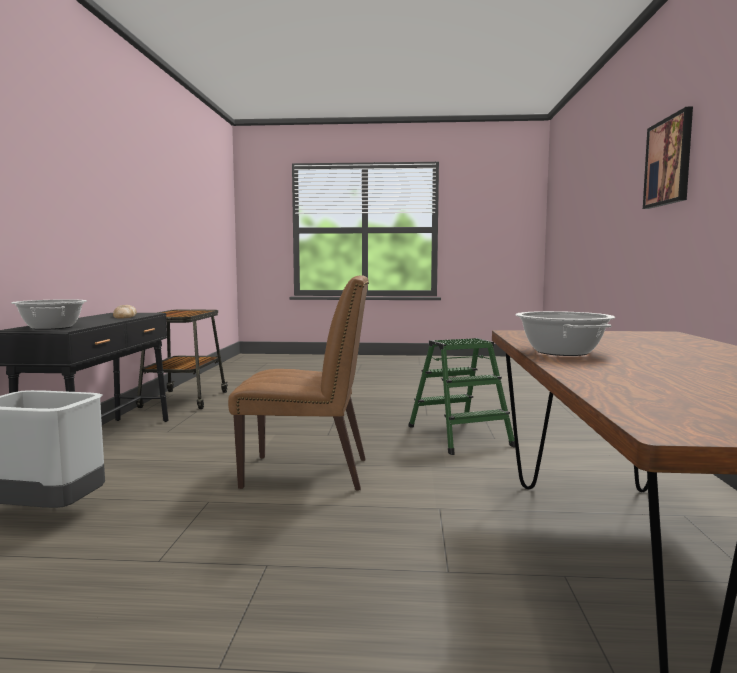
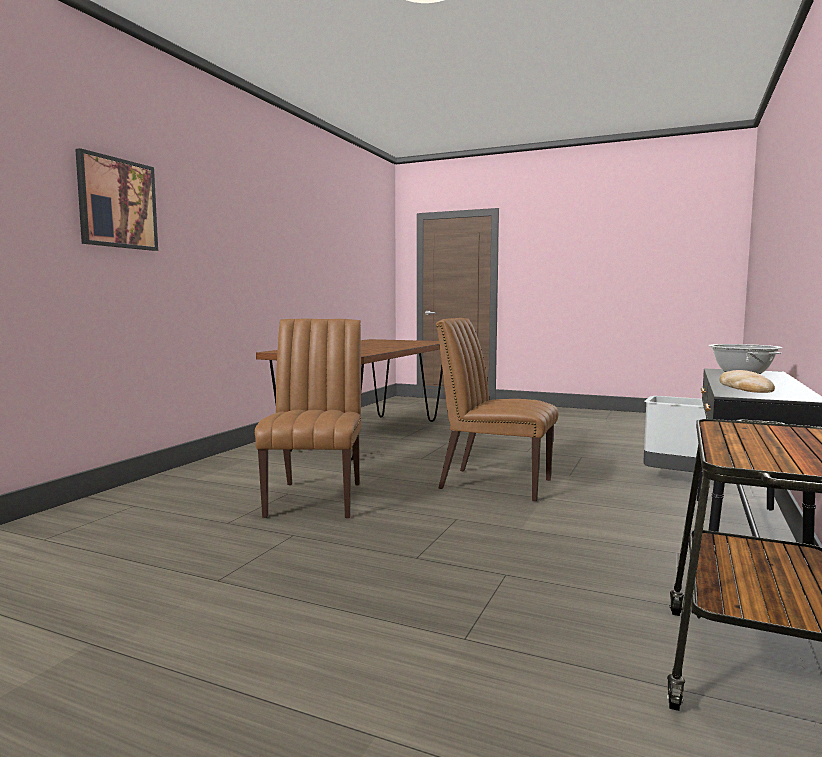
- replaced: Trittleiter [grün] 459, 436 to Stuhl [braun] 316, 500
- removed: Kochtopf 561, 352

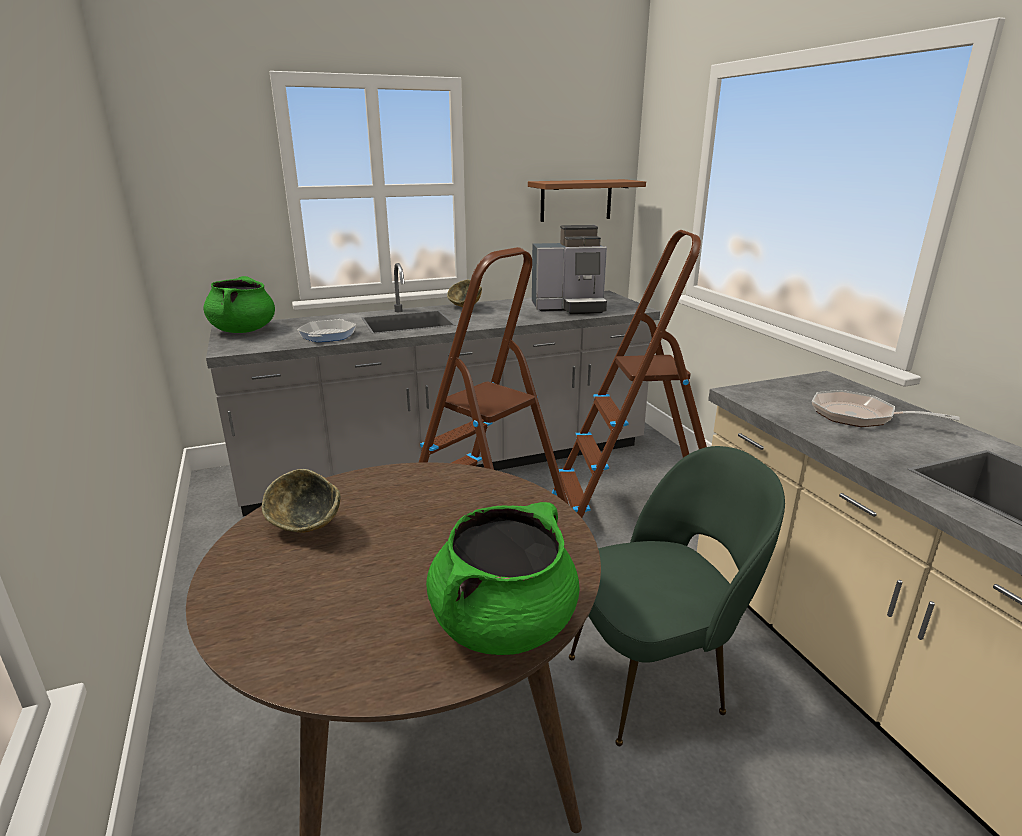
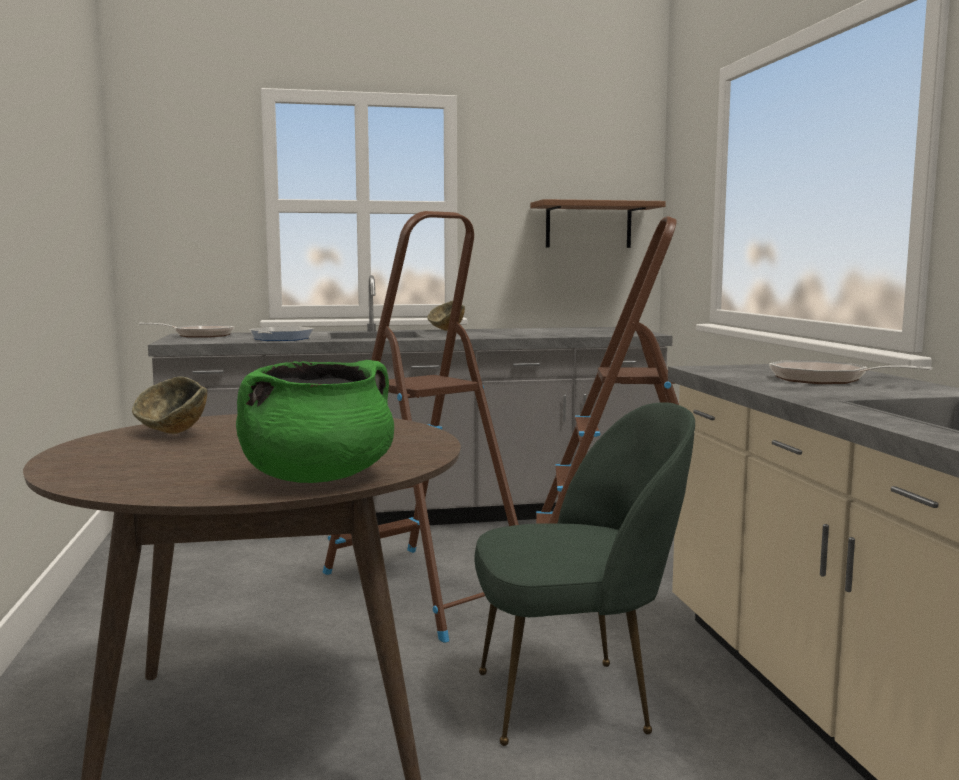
- replaced: Kochtopf [grün] 243, 330 to Pfanne 199, 335
- removed: Kaffeemaschine 570, 308

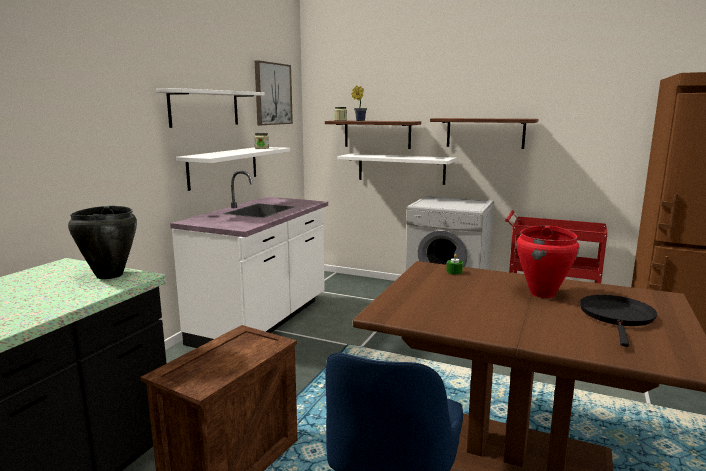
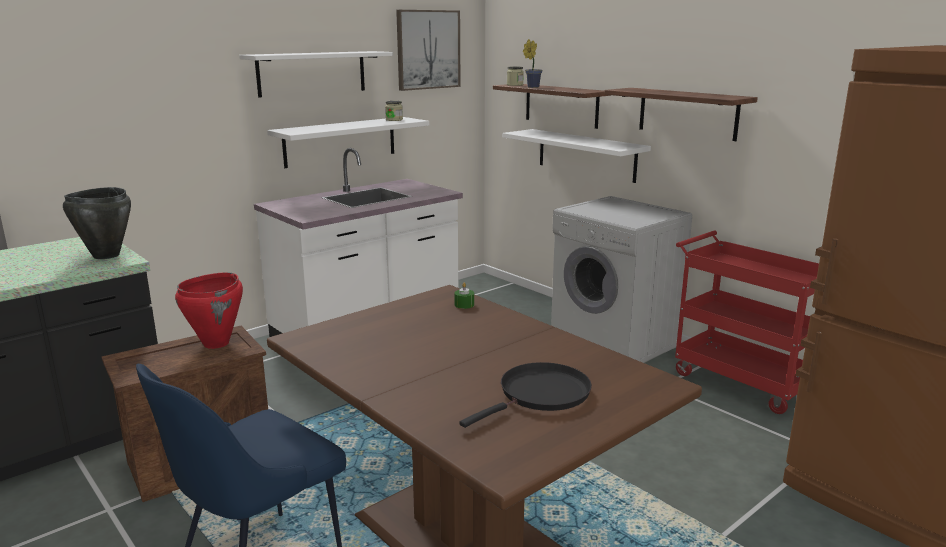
- moved: Kochtopf [rot] 543, 293 to 217, 343

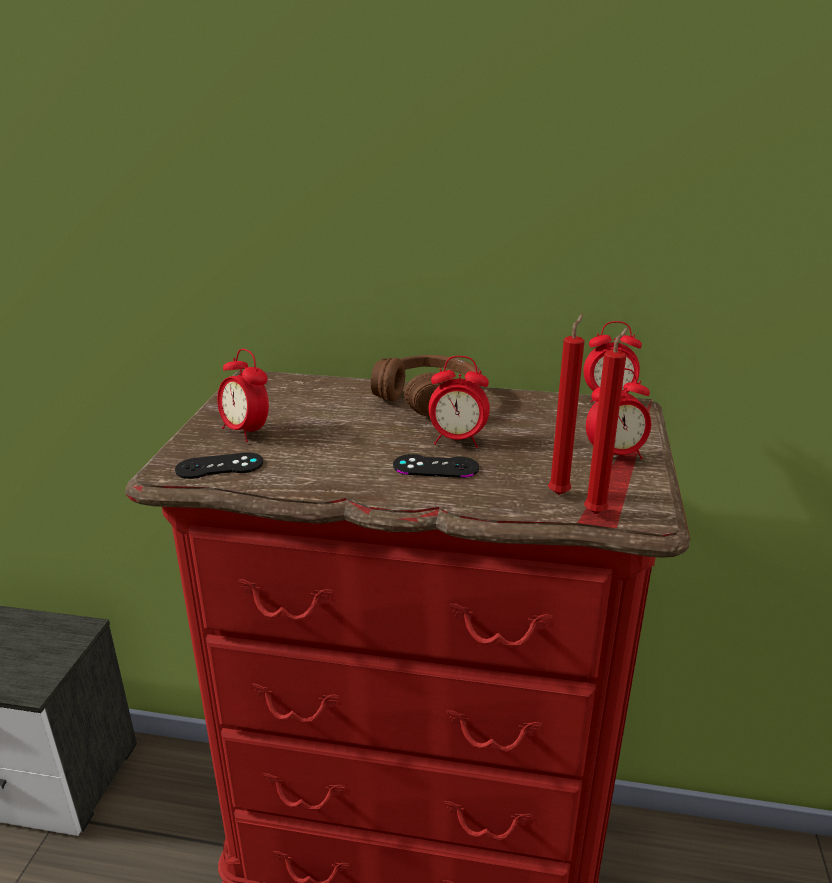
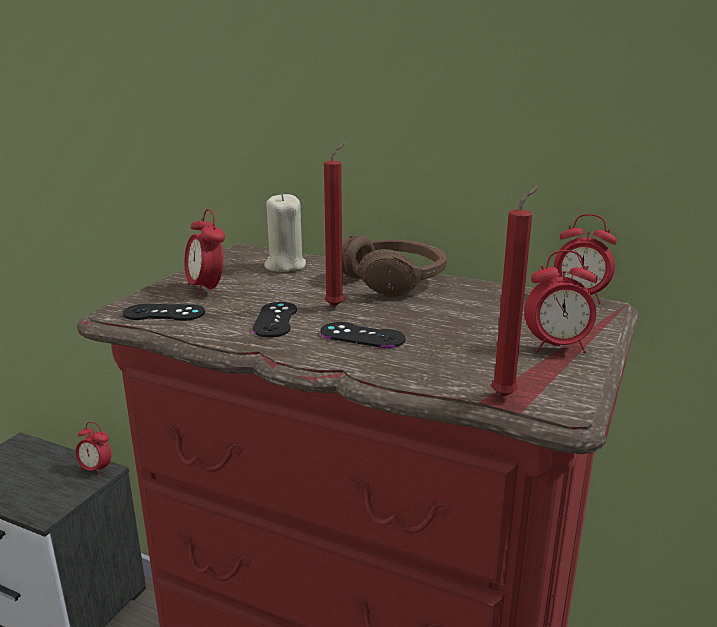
- moved: Wecker 457, 441 to 96, 469
- moved: Kerze [rot] 560, 493 to 337, 306
- added: Gamepad [schwarz] 275, 320
- added: Kerze [beige] 285, 265

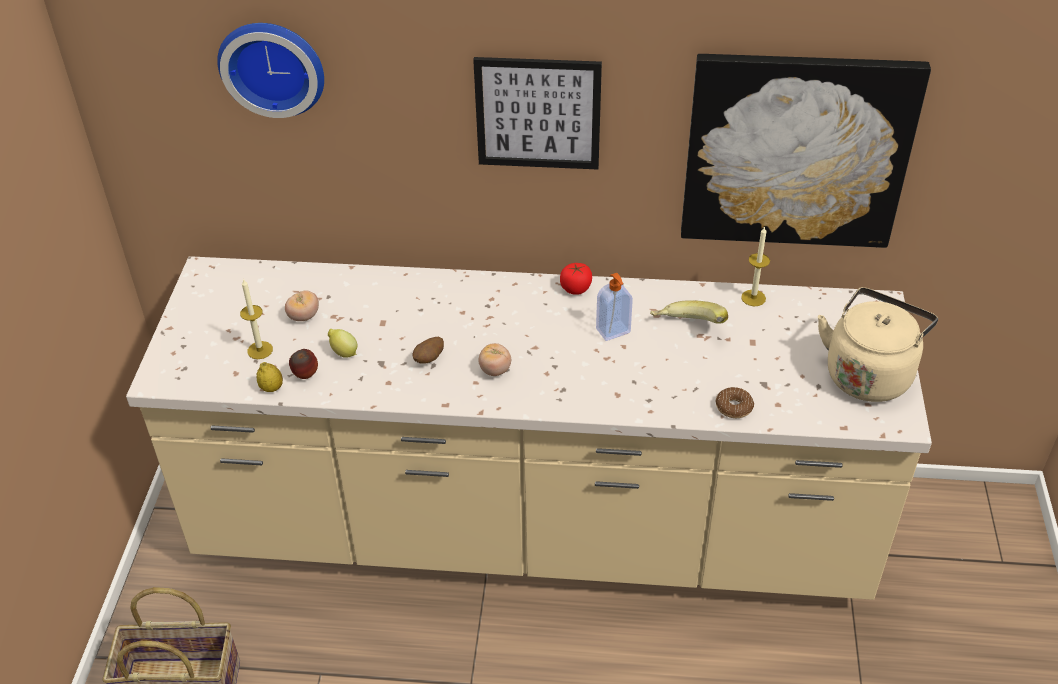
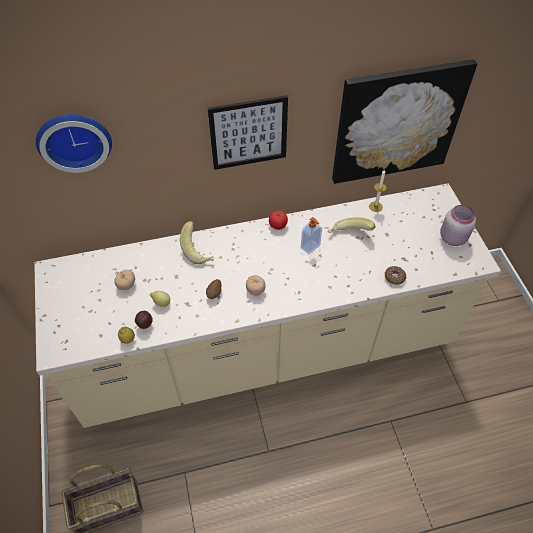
- removed: Kerze 260, 350
- replaced: Wasserkessel [beige] 869, 373 to Vorratsglas [rosa] 453, 237
- added: Banane 199, 251

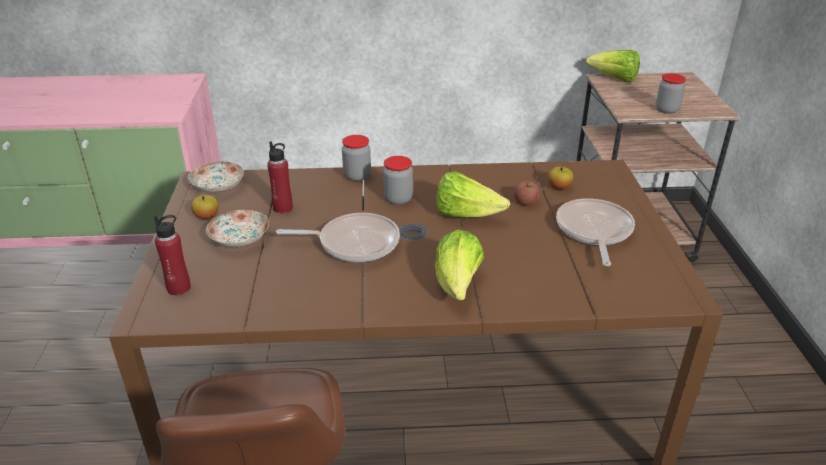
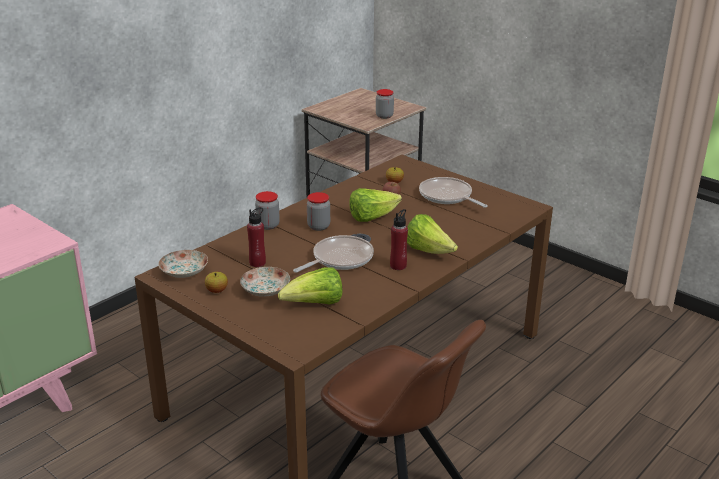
- moved: Flasche [rot] 179, 288 to 398, 266
- moved: Salatkopf 614, 79 to 315, 304

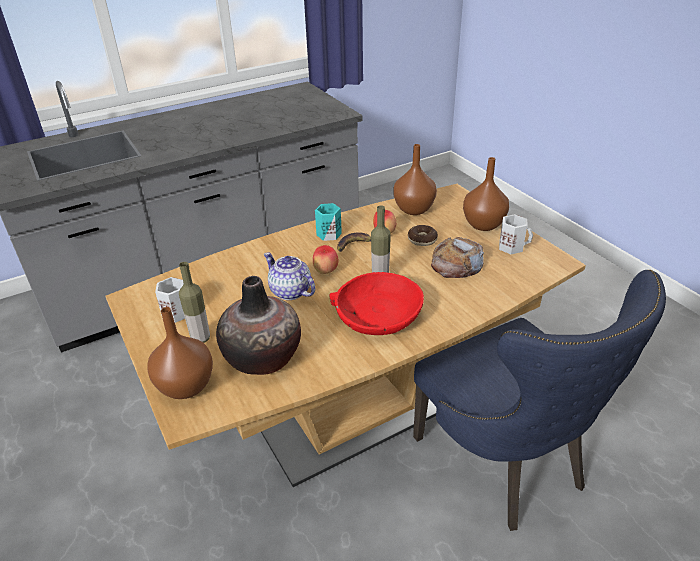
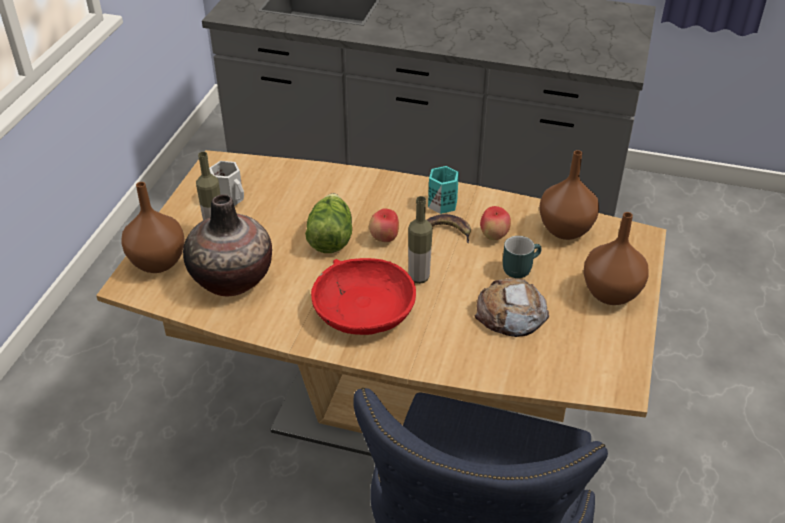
- replaced: Teekanne 289, 291 to Salatkopf 330, 237
- replaced: Donut 422, 240 to Henkelbecher [türkis] 519, 267
- removed: Henkelbecher [weiß] 512, 246

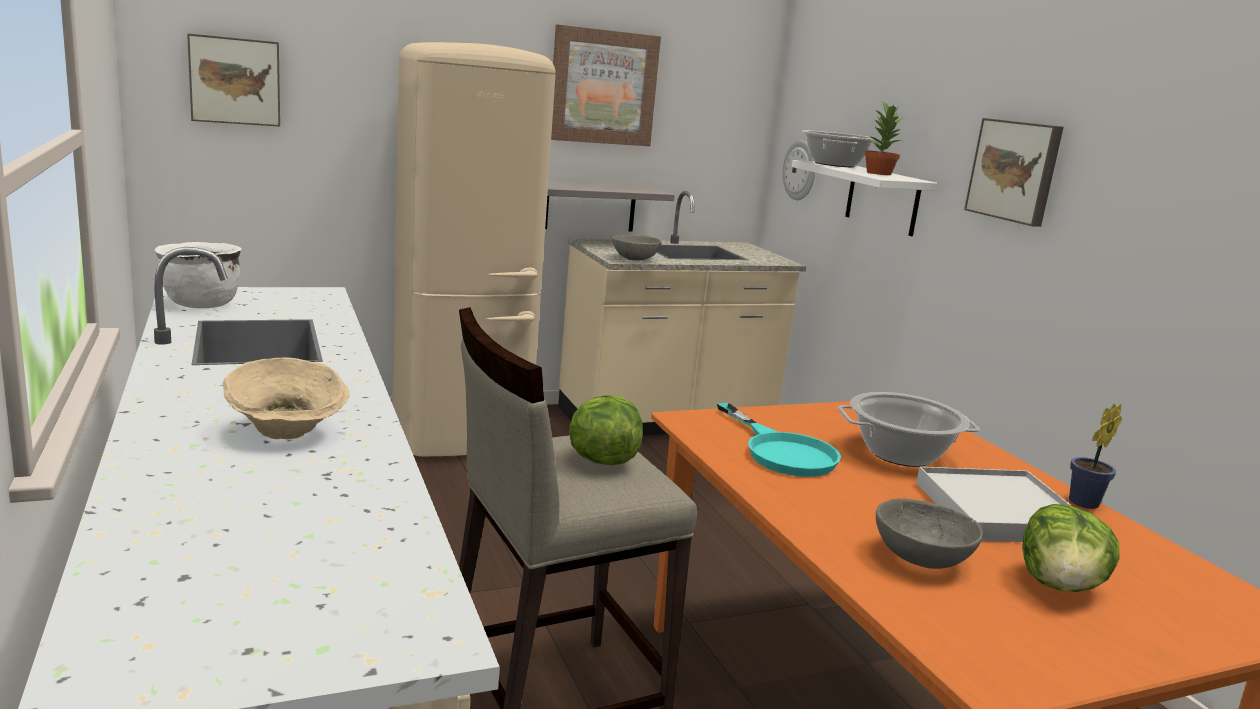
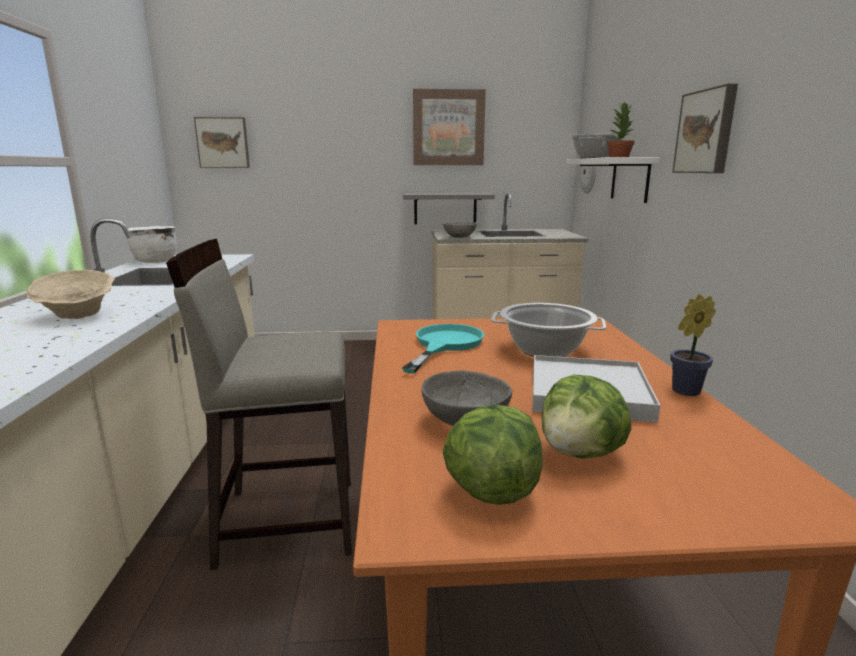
- removed: Kühlschrank [beige] 462, 434
- moved: Salatkopf 602, 460 to 491, 490
- turned: Pfanne [türkis] 782, 451 = 444, 345 150 degrees counterclockwise

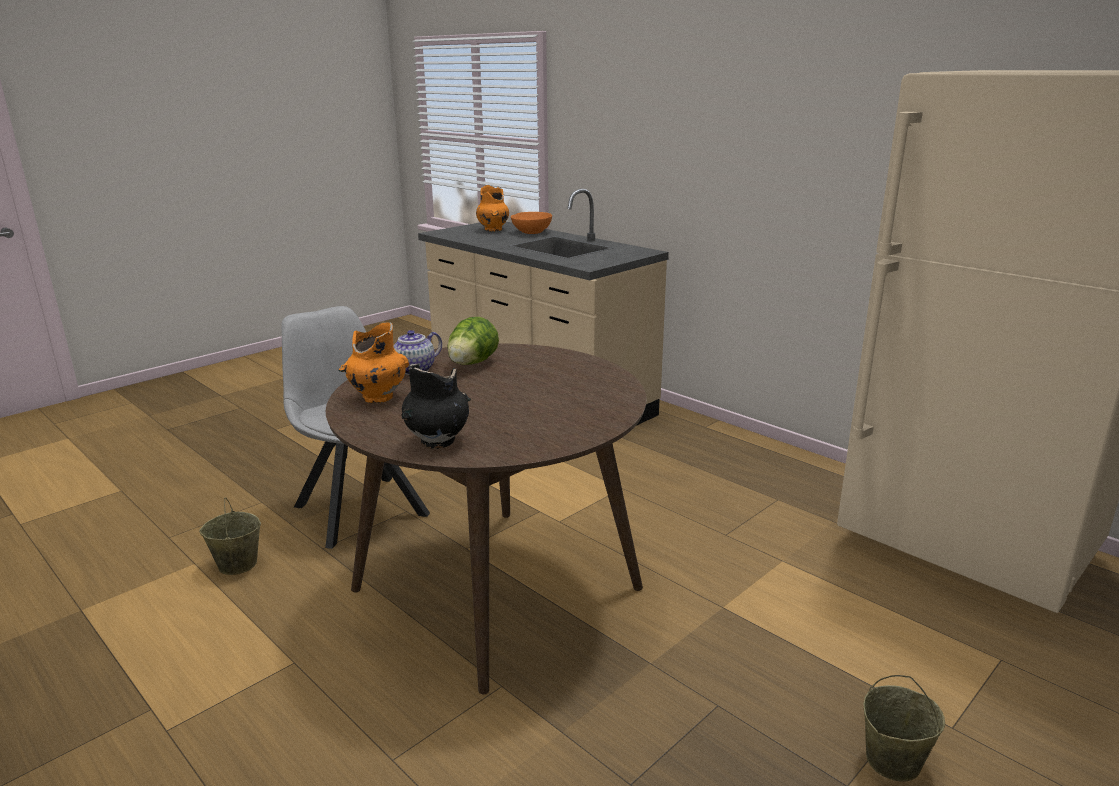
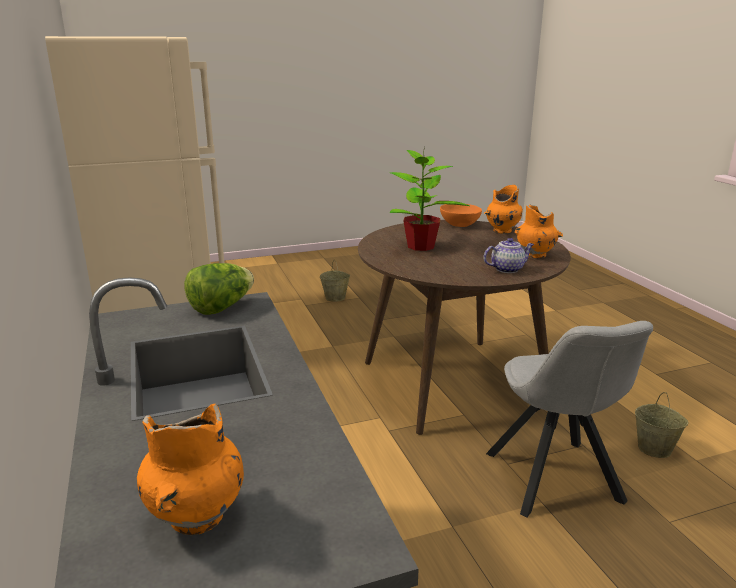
- recoloured: Vase [schwarz] 438, 441 to Vase [orange] 502, 231
- moved: Salatkopf 471, 364 to 221, 307
- moved: Schüssel [orange] 531, 232 to 460, 225
- added: Topfpflanze 421, 246

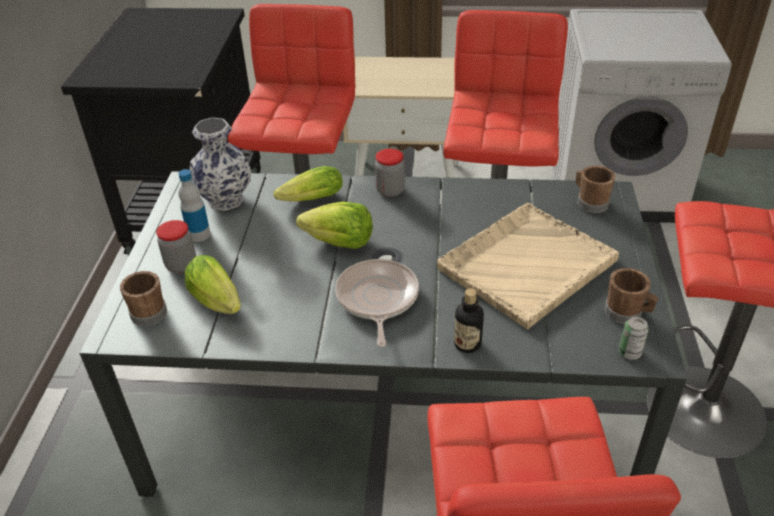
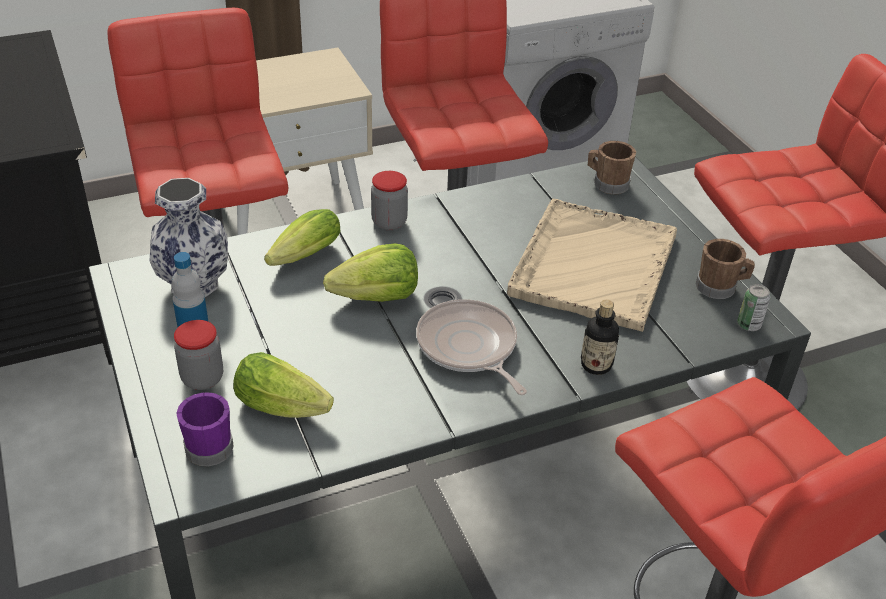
- recoloured: Henkelbecher [braun] 150, 310 to Henkelbecher [lila] 207, 444

